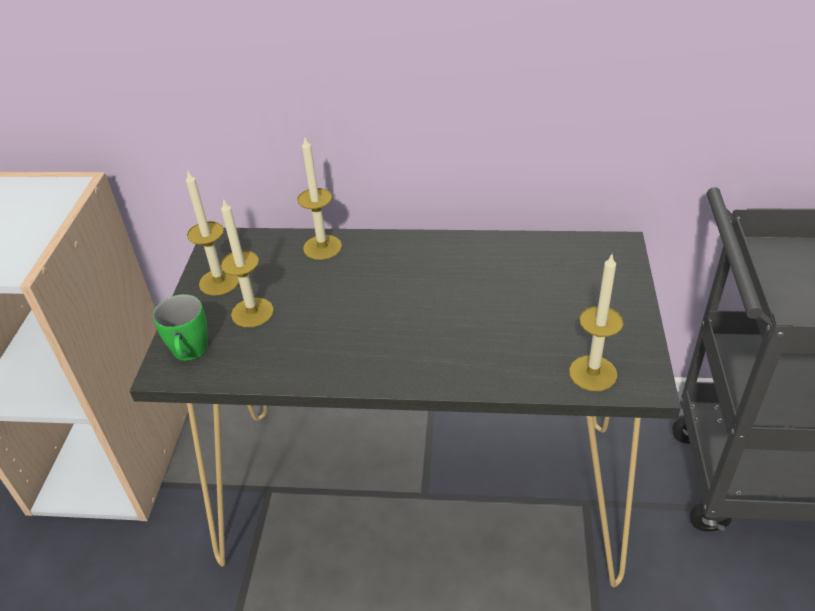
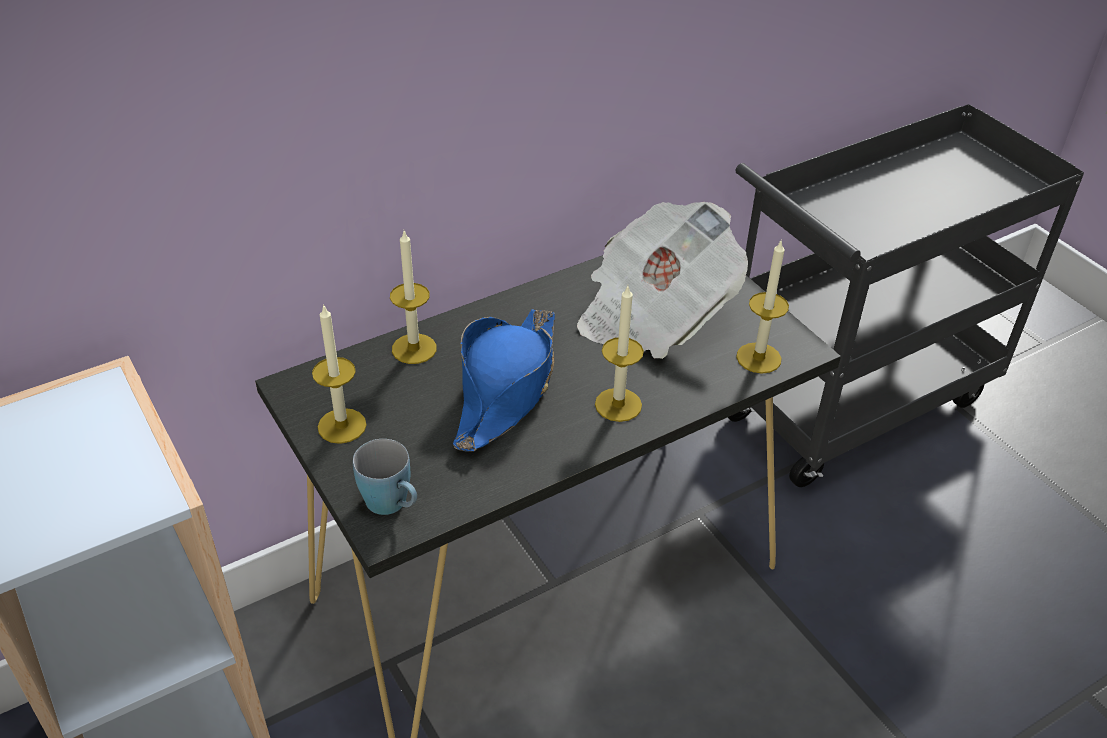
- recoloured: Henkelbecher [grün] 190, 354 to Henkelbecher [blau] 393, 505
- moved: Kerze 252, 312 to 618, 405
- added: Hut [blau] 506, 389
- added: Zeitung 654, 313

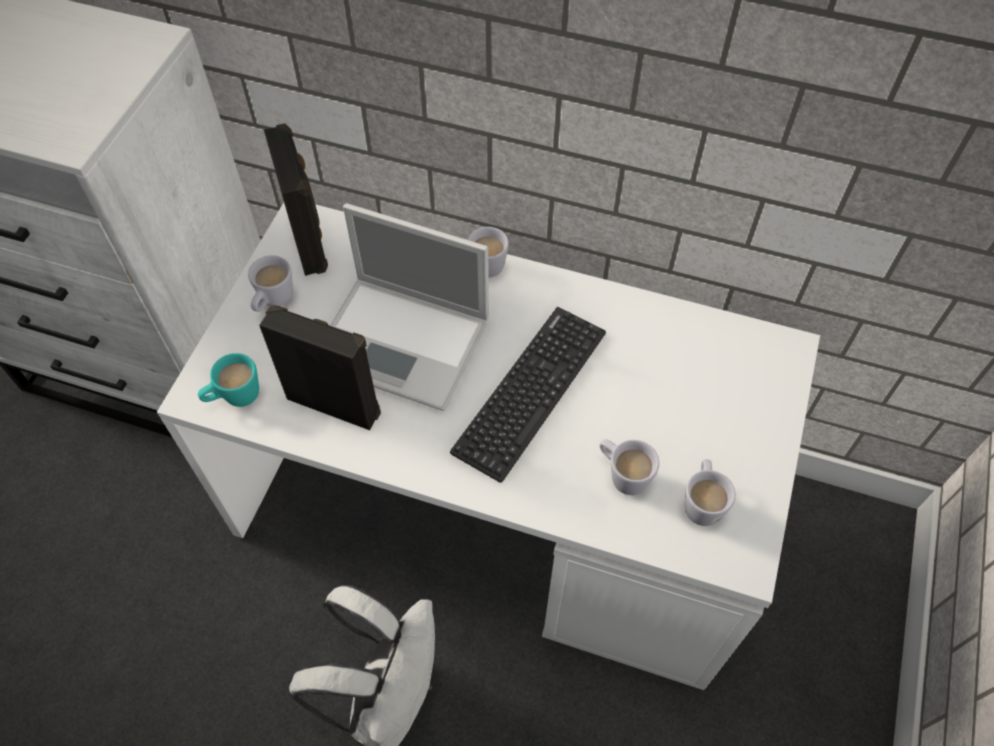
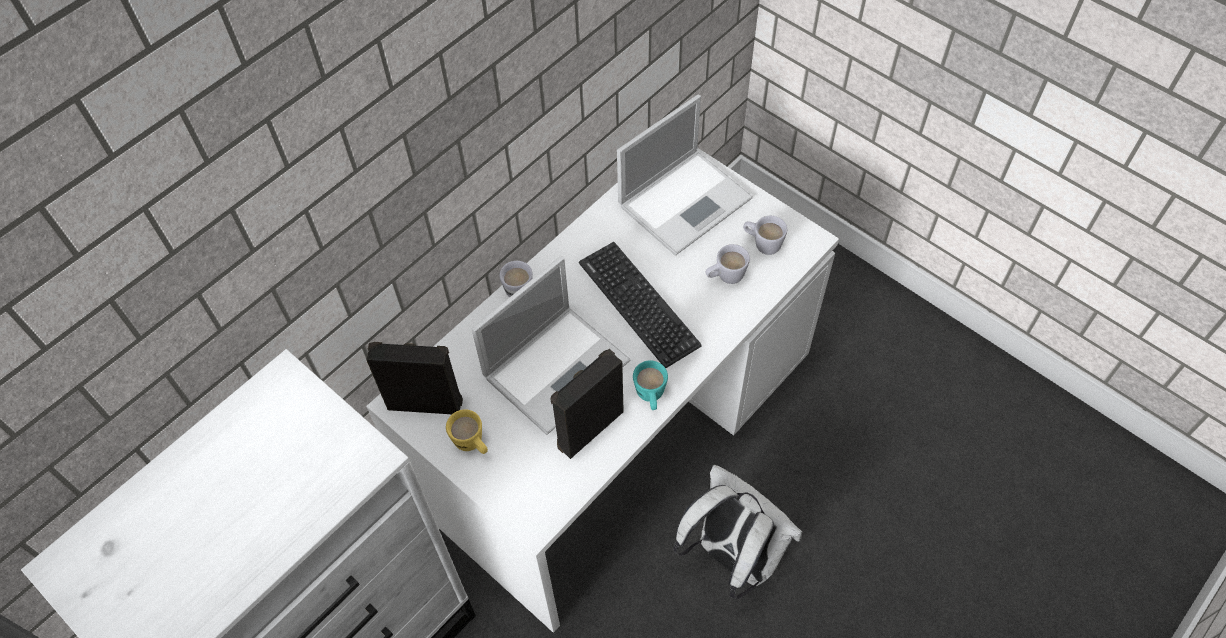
- moved: Henkelbecher [türkis] 234, 397 to 650, 397
- recoloured: Henkelbecher [weiß] 273, 302 to Henkelbecher [gelb] 472, 444
- added: Laptop 686, 200

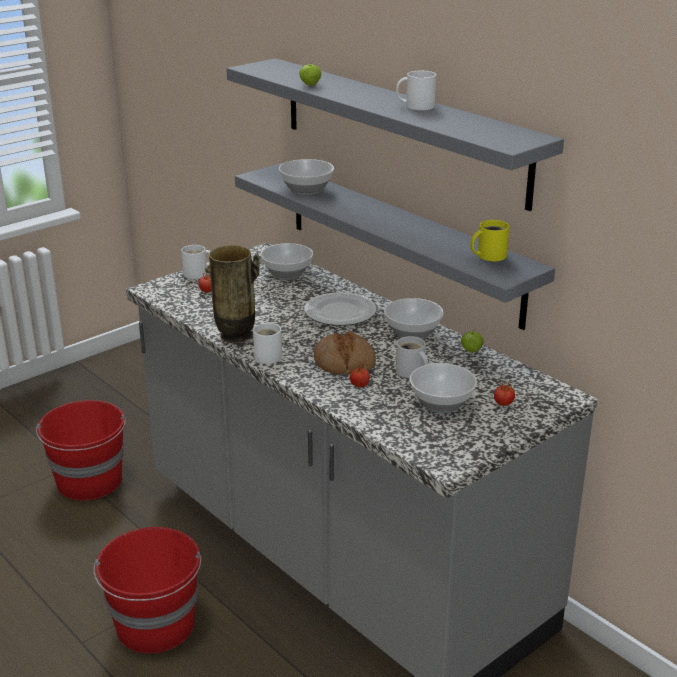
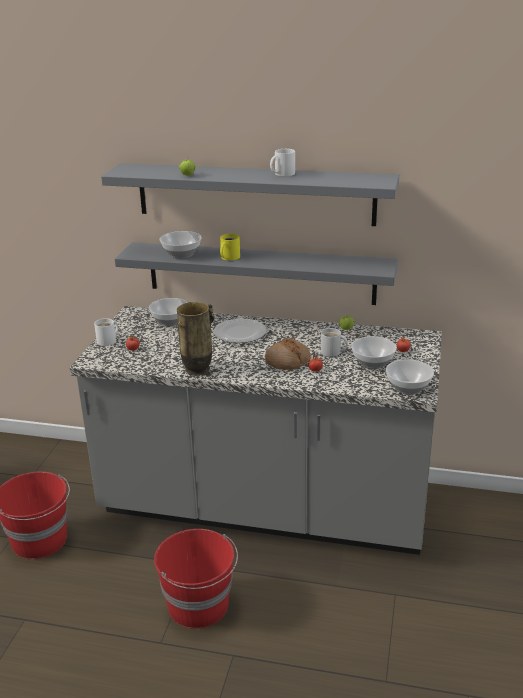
- removed: Henkelbecher [weiß] 270, 355
- moved: Schüssel 414, 333 to 409, 387
- moved: Henkelbecher [gelb] 488, 255 to 228, 257

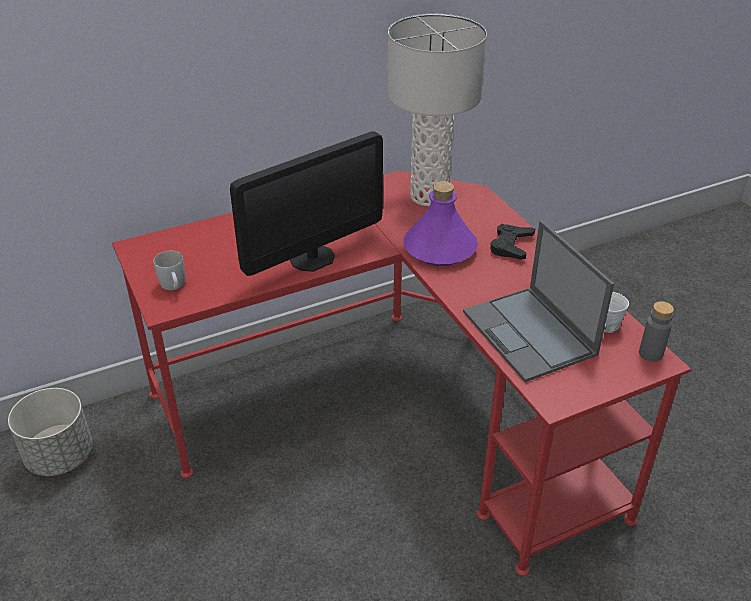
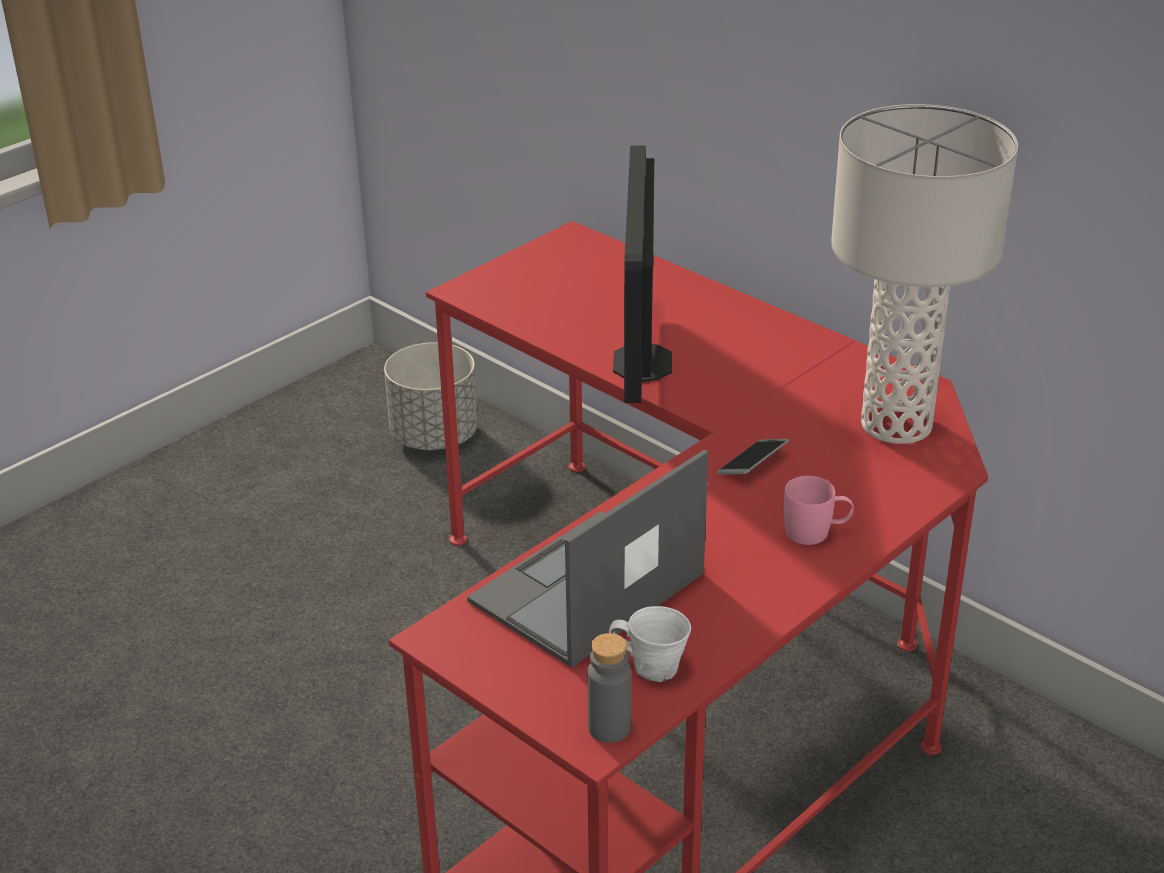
- removed: Henkelbecher [weiß] 174, 286
- turned: Monitor 312, 258 = 642, 362 60 degrees clockwise
- replaced: Flasche [lila] 440, 248 to Handy 752, 464
- replaced: Gamepad [schwarz] 511, 245 to Henkelbecher [rosa] 816, 532

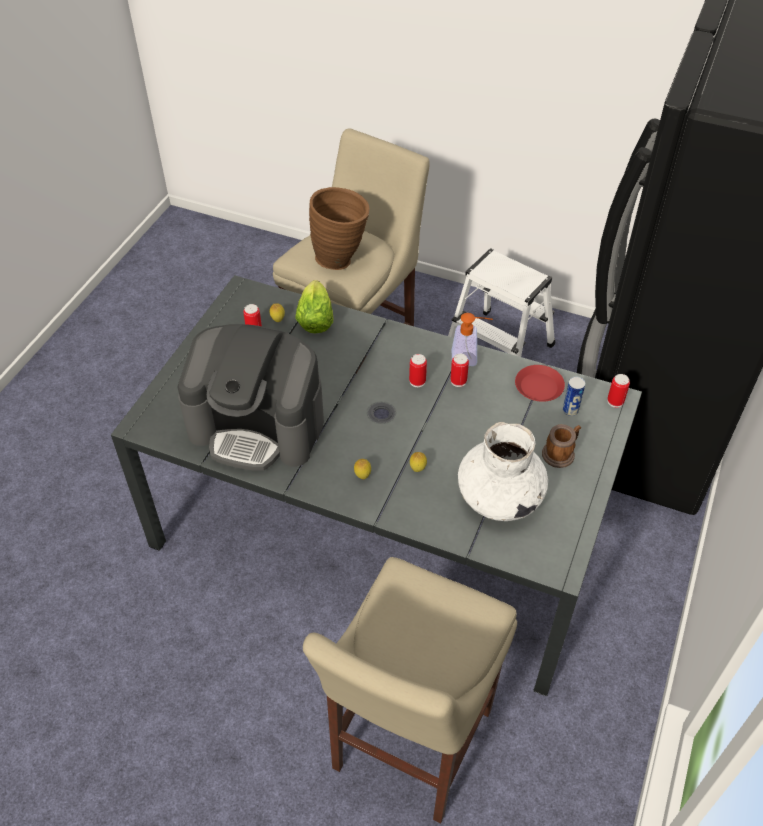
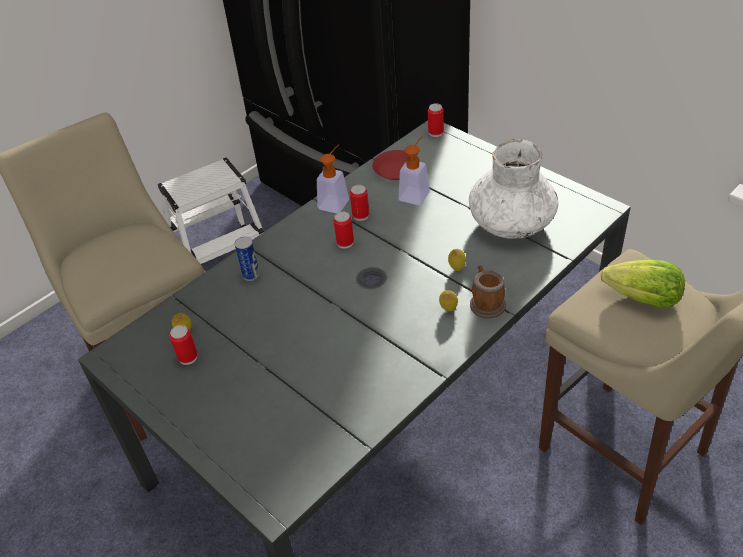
- removed: Kaffeemaschine 258, 426
- moved: Salatkopf 315, 320 to 643, 299
- removed: Vase [braun] 341, 259
- moved: Henkelbecher 560, 453 to 486, 302
- moved: Dose 570, 410 to 251, 275
- added: Seifenspender 416, 193

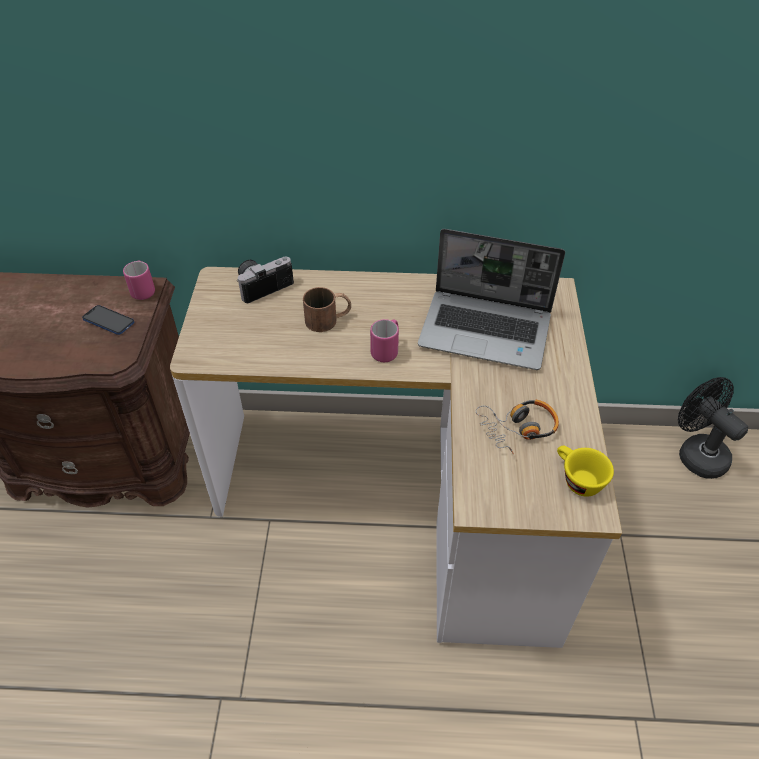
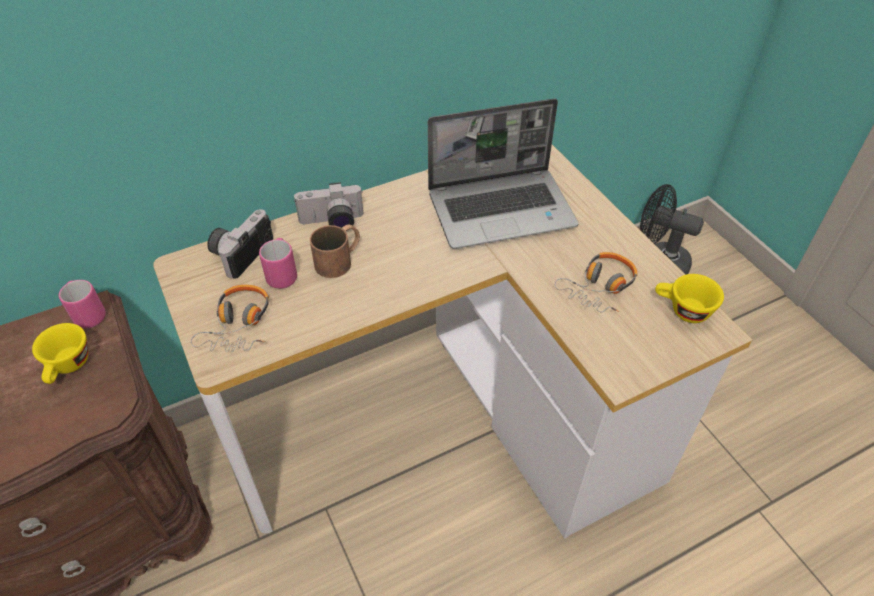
- replaced: Handy 108, 321 to Tasse [gelb] 68, 367
- moved: Henkelbecher [rosa] 387, 350 to 282, 274
- added: Kopfhörer 239, 325
- added: Kamera 332, 223

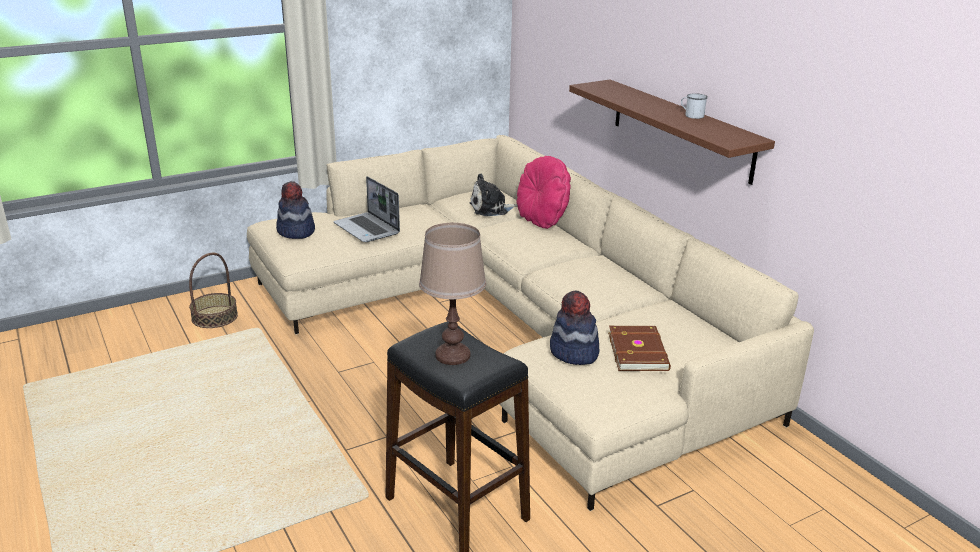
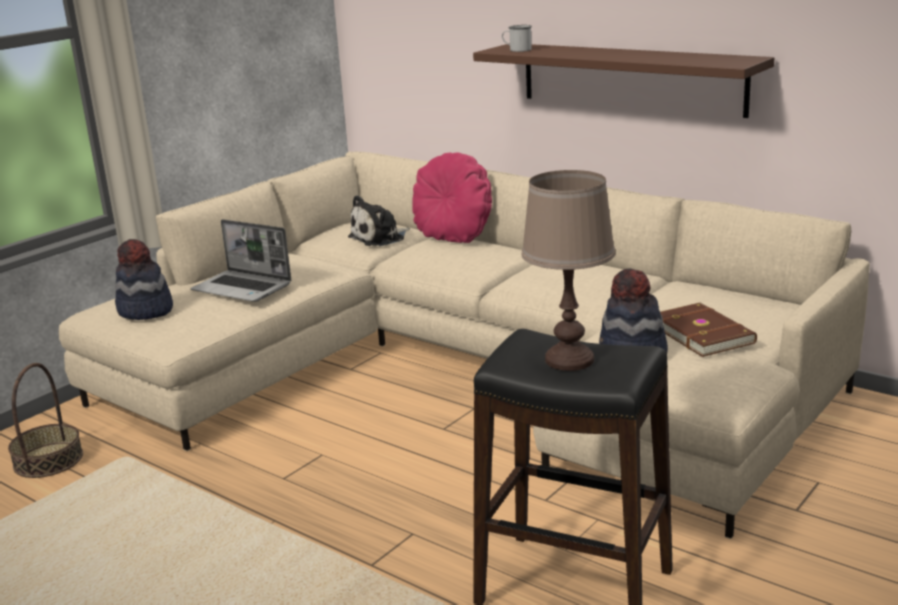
- moved: Henkelbecher [weiß] 691, 115 to 517, 50

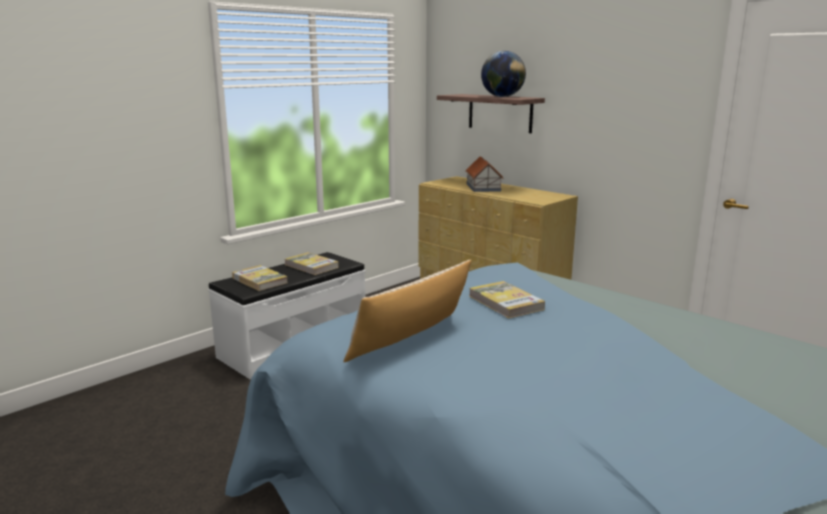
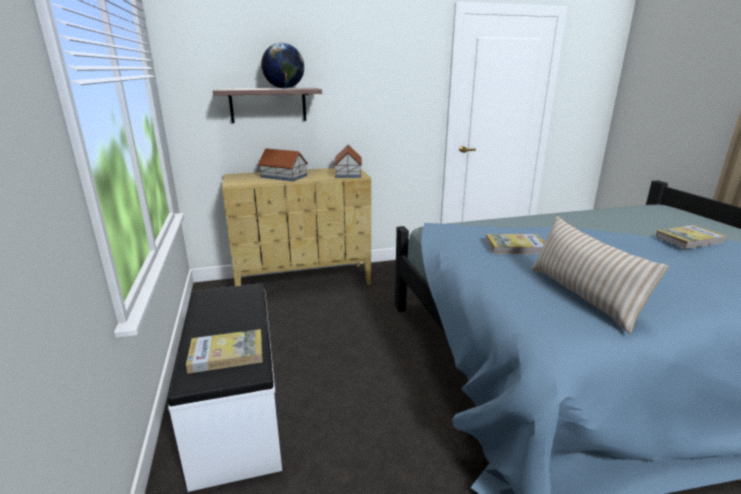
- moved: Buch 311, 266 to 689, 239
- added: Spielzeughaus 348, 173

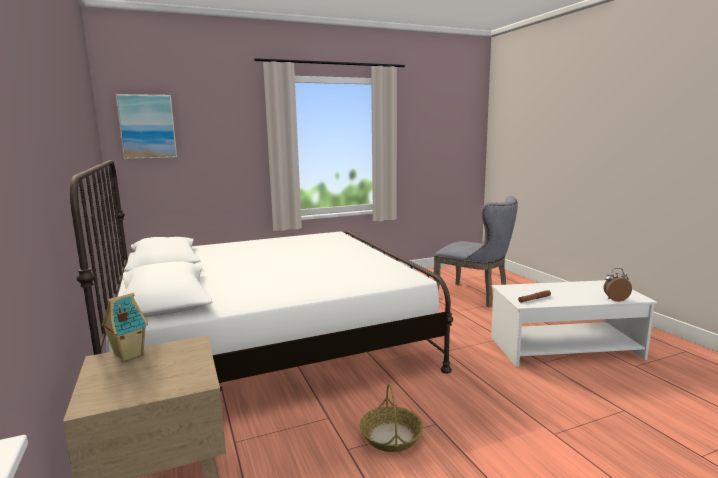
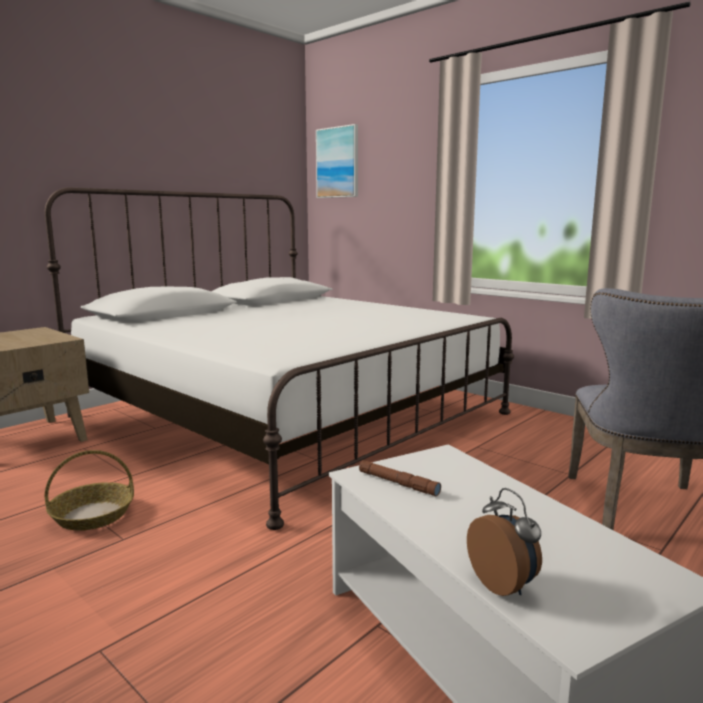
- removed: Spielzeughaus 127, 355

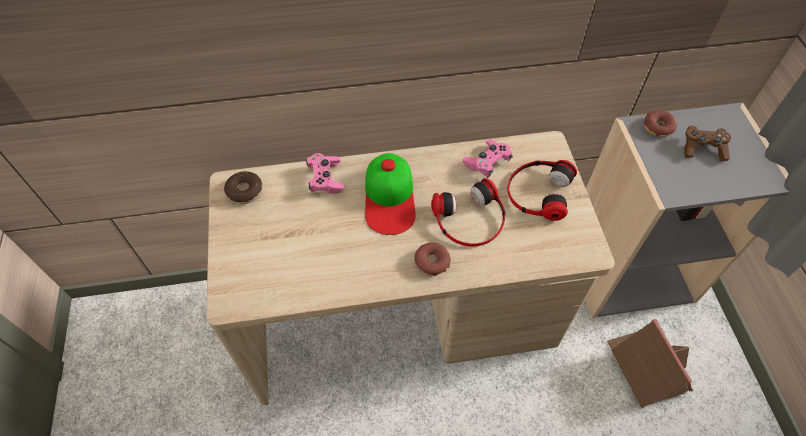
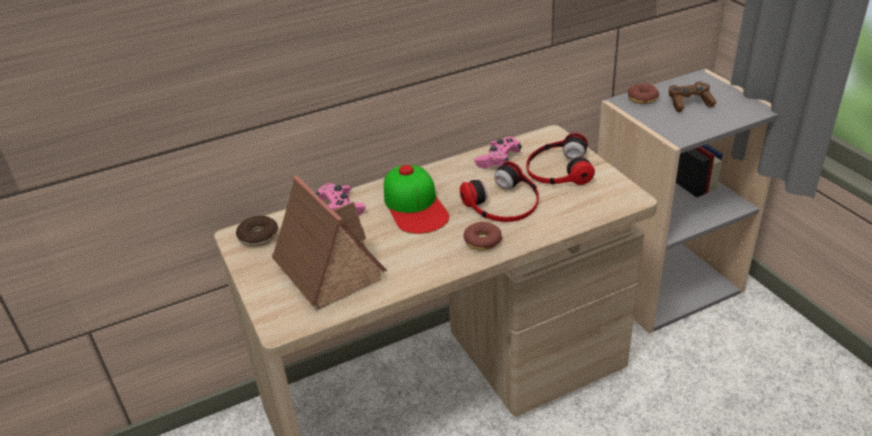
- moved: Spielzeughaus 646, 368 to 326, 268

